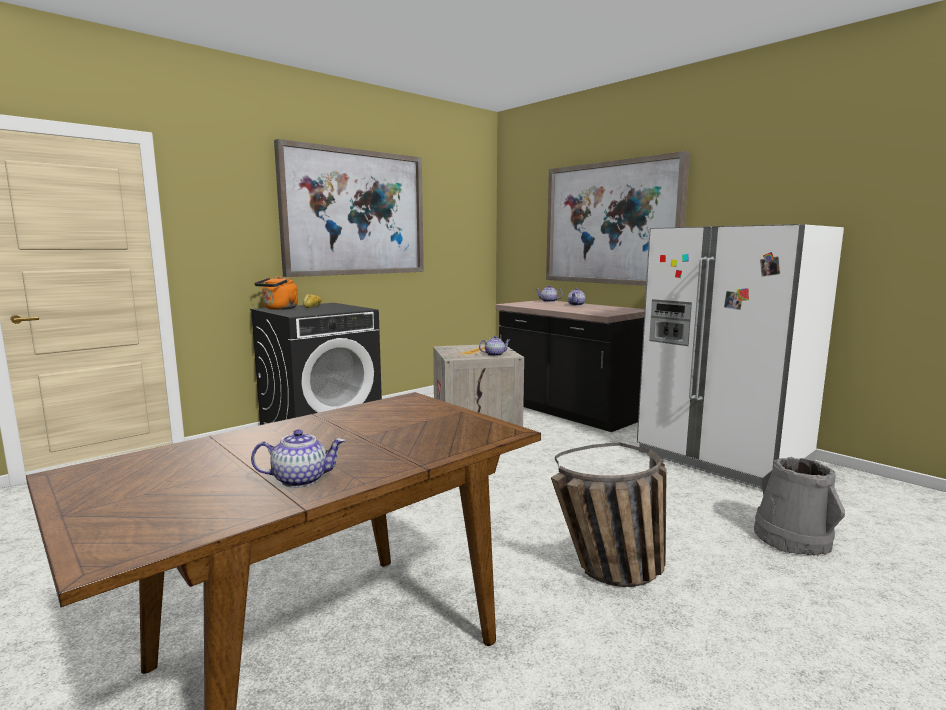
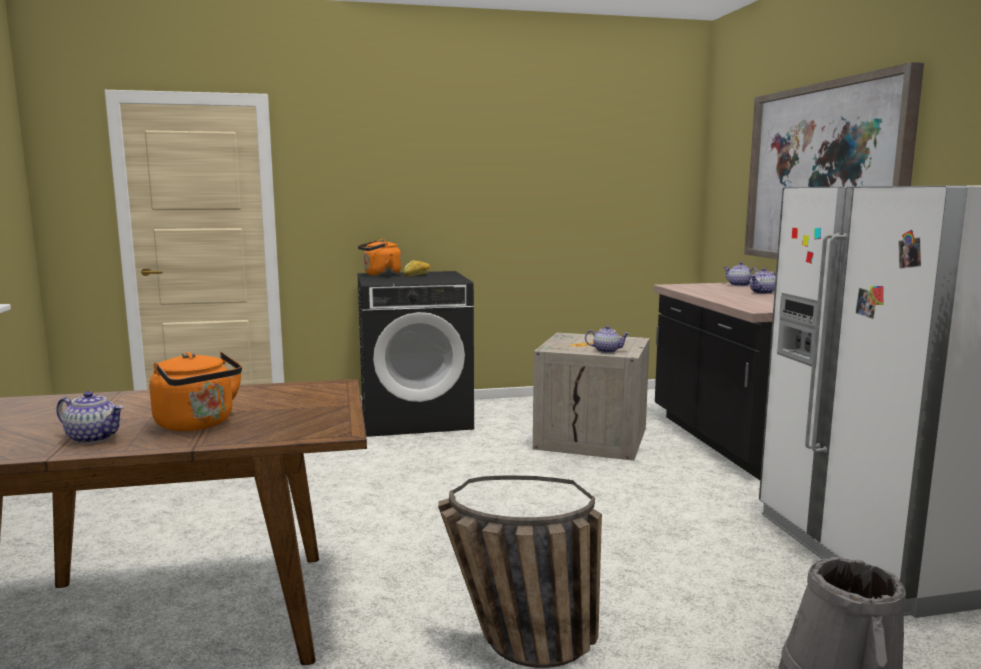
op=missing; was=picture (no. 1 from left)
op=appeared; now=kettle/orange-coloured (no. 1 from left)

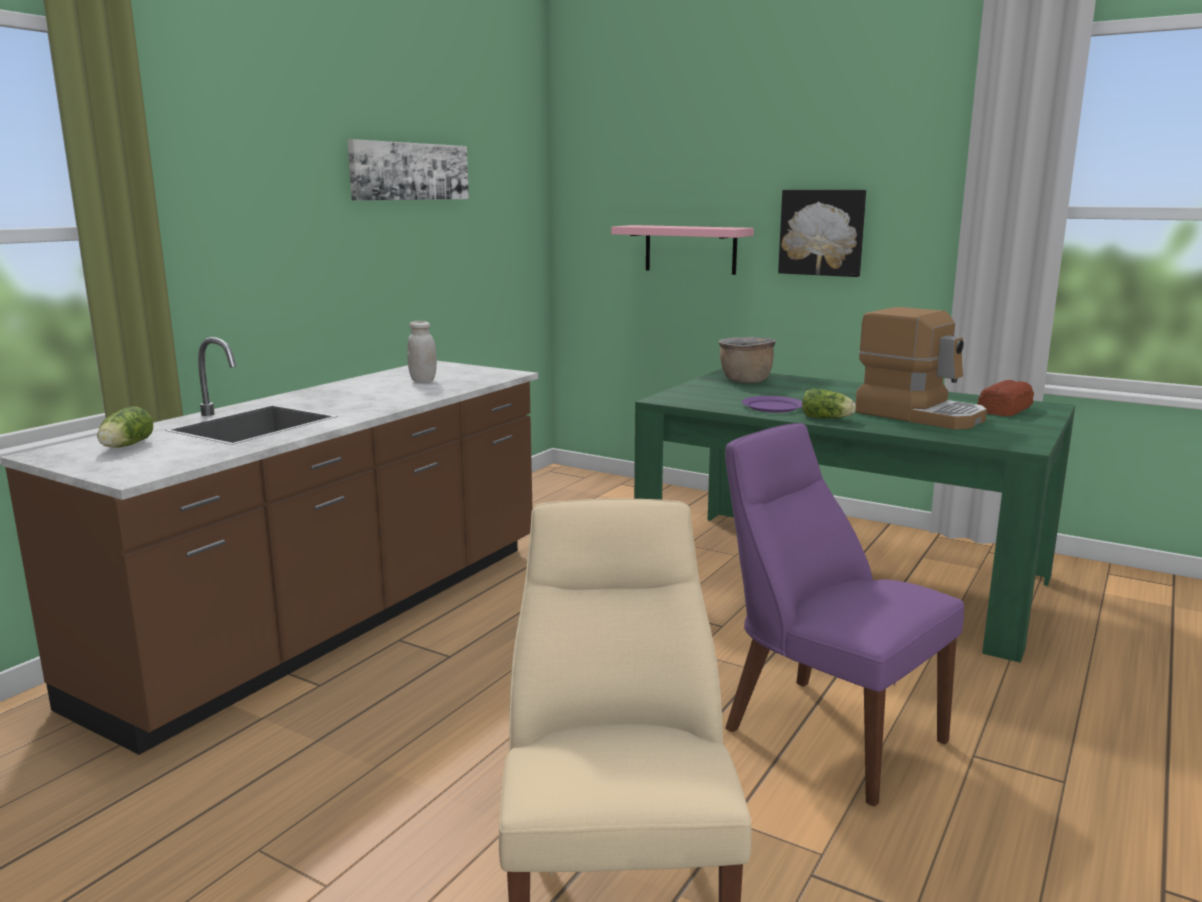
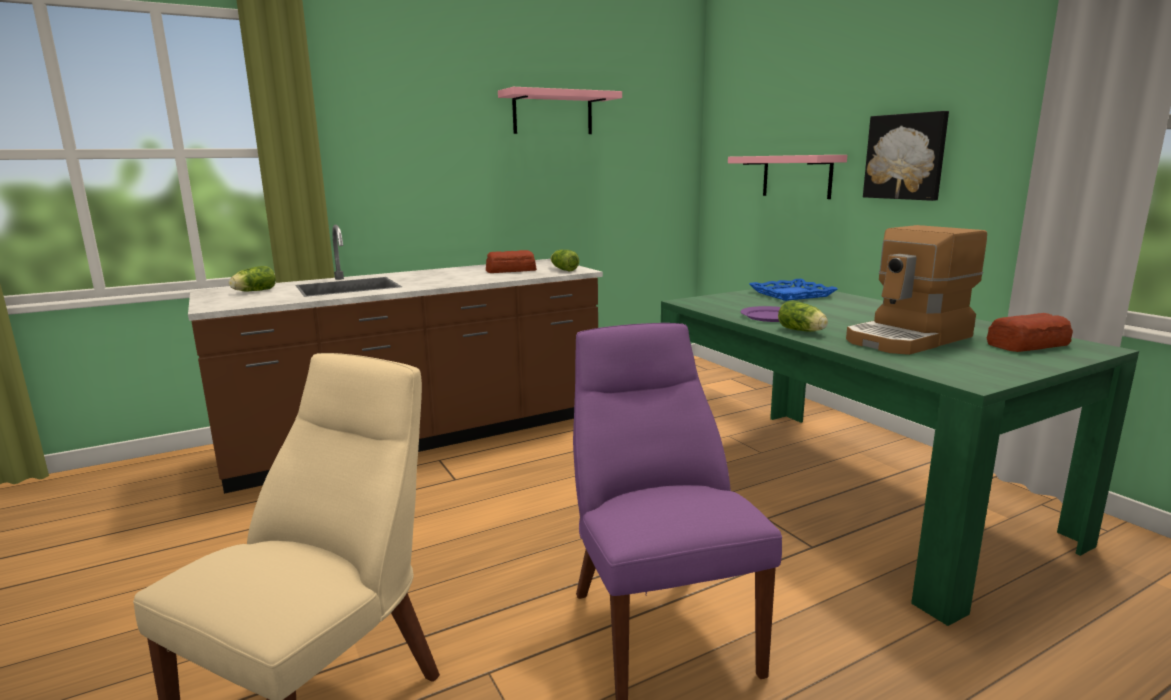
op=exchanged; was=picture (no. 1 from left); now=shelf/pinkish (no. 1 from left)
op=spun; was=coffee machine; clockwise=75
op=exchanged; was=storage jar/white; now=baked bread (no. 1 from left)
op=exchanged; was=cooking pot/brownish; now=serving tray/bluish
op=appeared; now=head of lettuce (no. 2 from left)

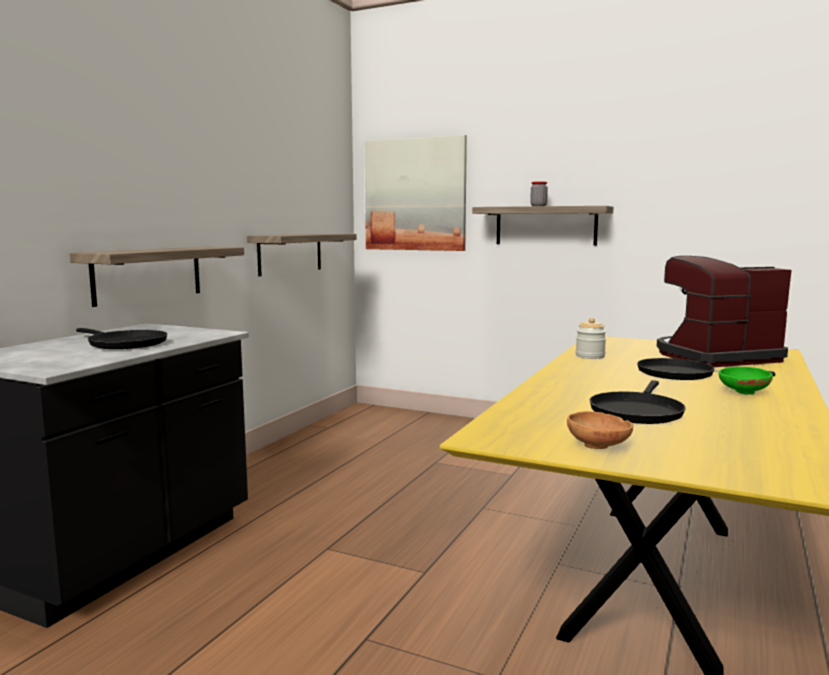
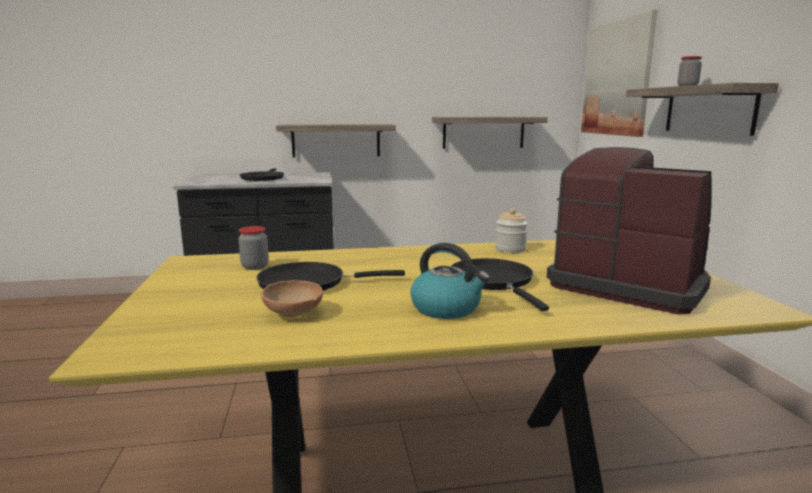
op=exchanged; was=deep dish/green-coloured; now=kettle
op=relocated; was=deep dish/brownish
op=appeared; now=storage jar (no. 1 from left)

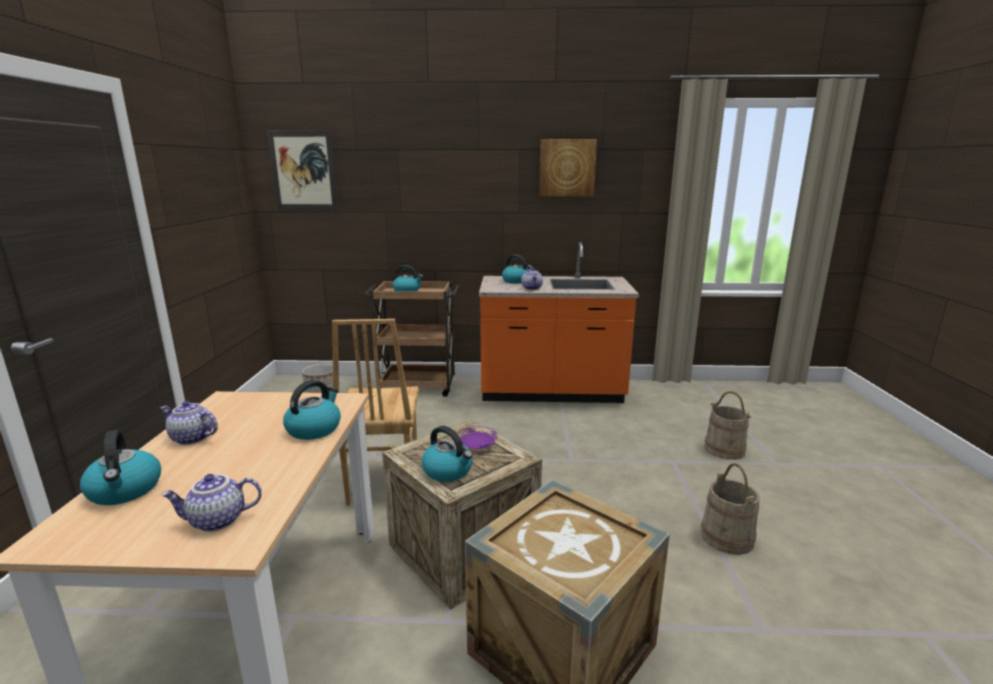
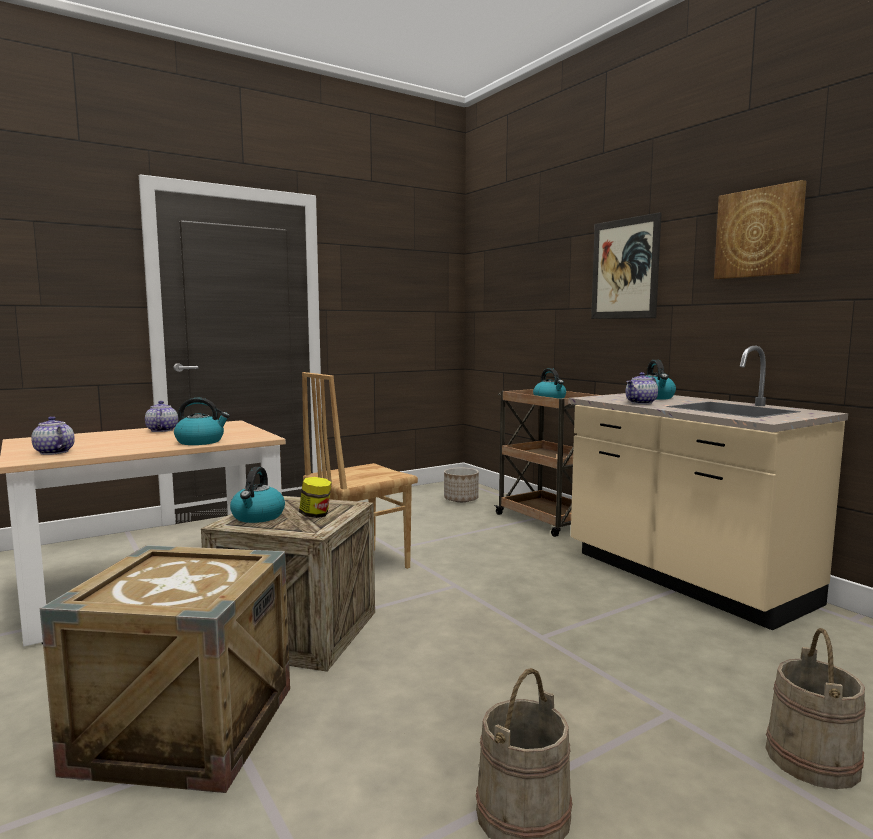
op=relocated; was=picture (no. 1 from left)
op=colour; was=kitchen base unit/orange-coloured; now=kitchen base unit/sand-coloured
op=exchanged; was=flat dish/purple; now=storage jar
op=missing; was=kettle (no. 1 from left)

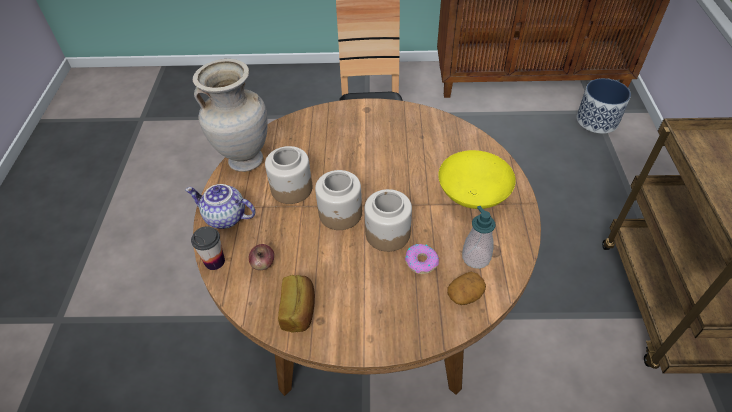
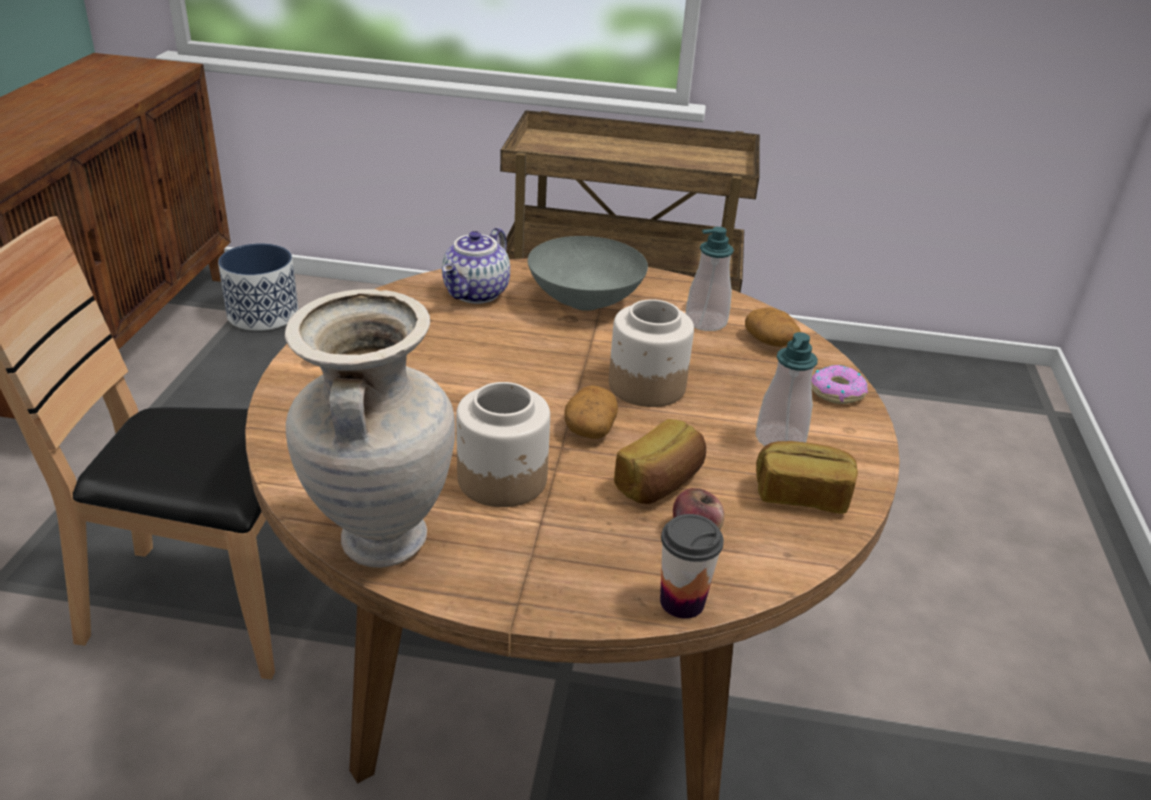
op=colour; was=deep dish/yellowish; now=deep dish/gray
op=exchanged; was=storage jar (no. 2 from left); now=whole potato (no. 1 from left)
op=relocated; was=teapot
op=relocated; was=ring doughnut
op=appeared; now=soap bottle (no. 2 from left)
op=appeared; now=baked bread (no. 1 from left)

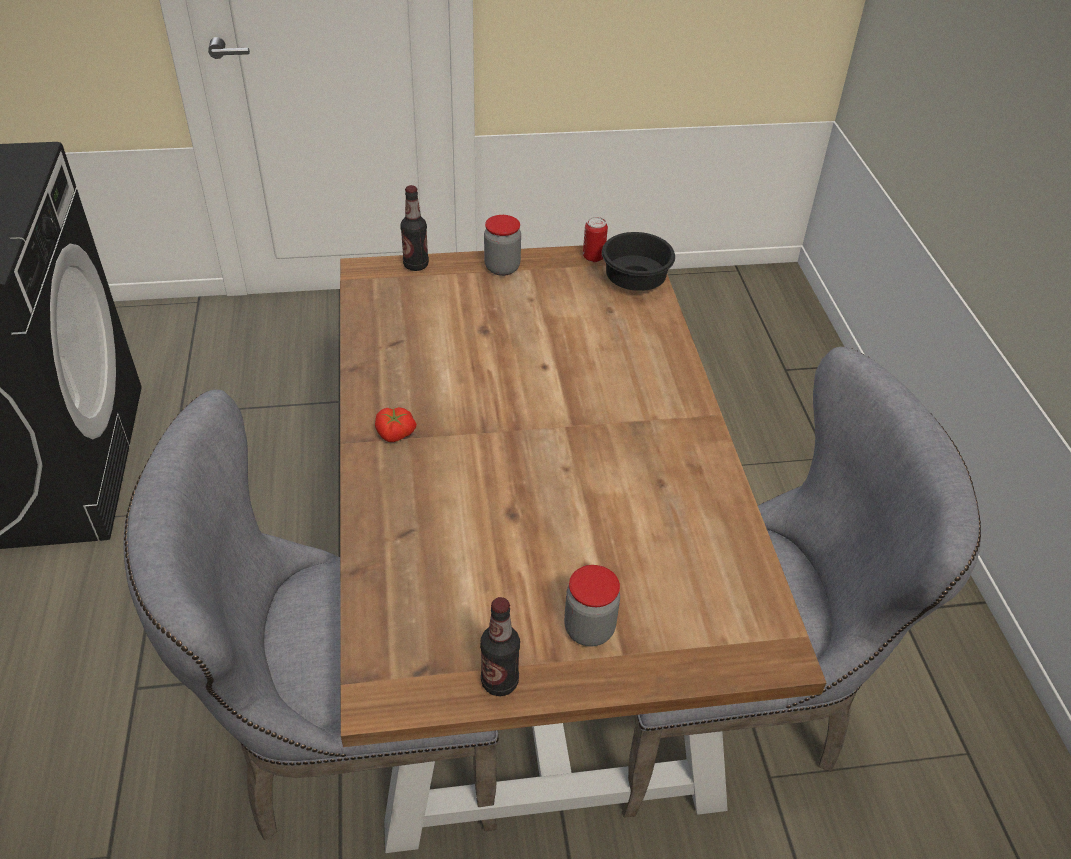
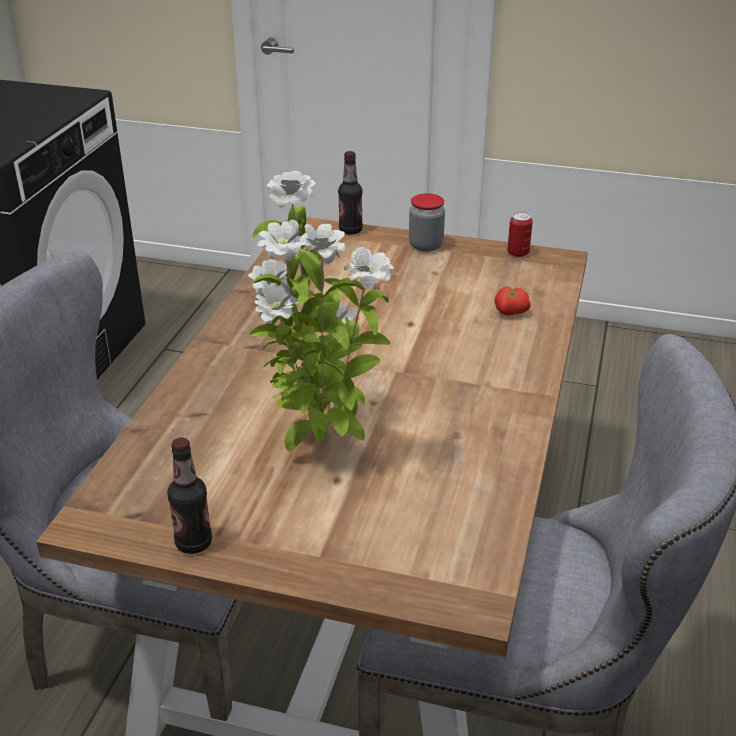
op=missing; was=deep dish/black
op=relocated; was=tomato
op=missing; was=storage jar (no. 2 from left)
op=appeared; now=plant in a pot

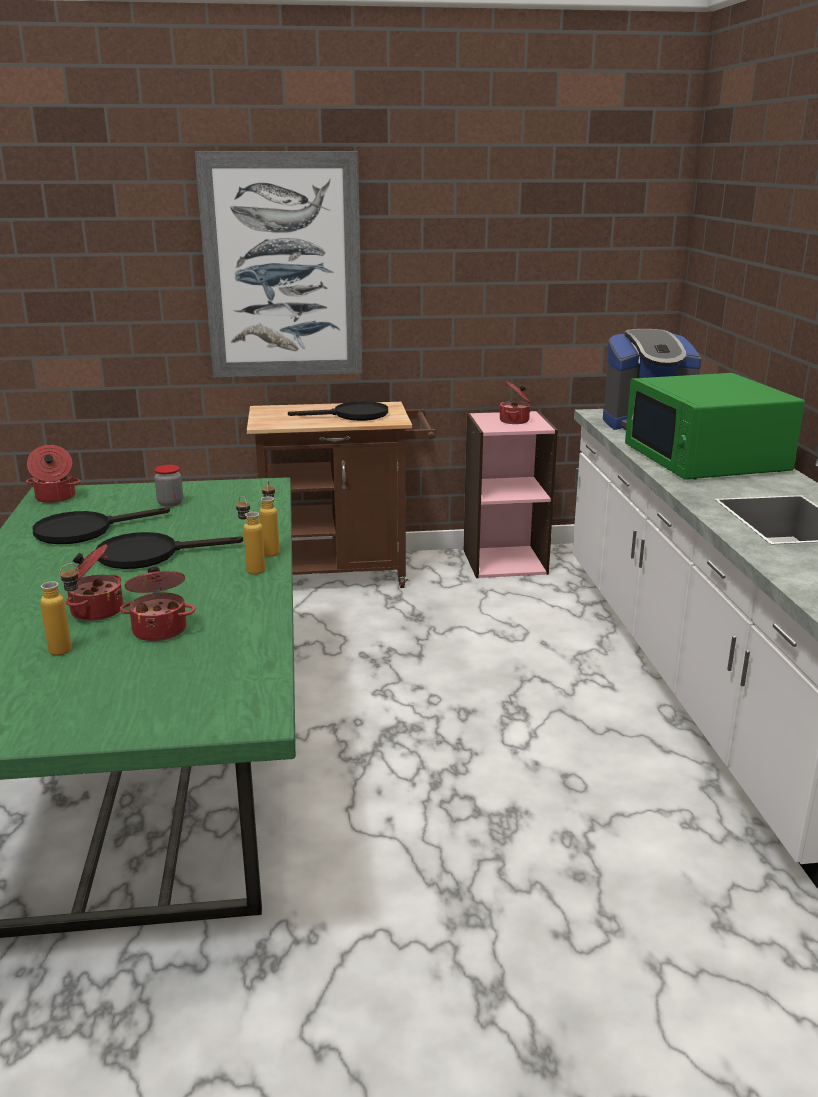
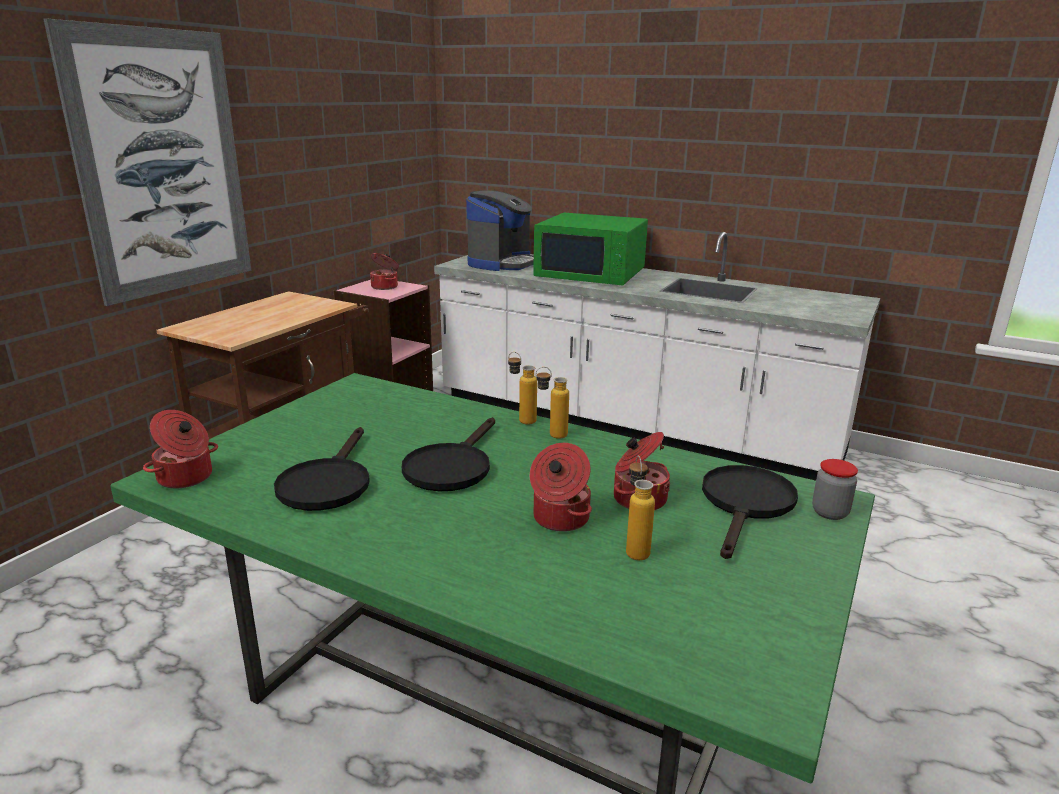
op=relocated; was=pan/black (no. 3 from left)
op=relocated; was=storage jar

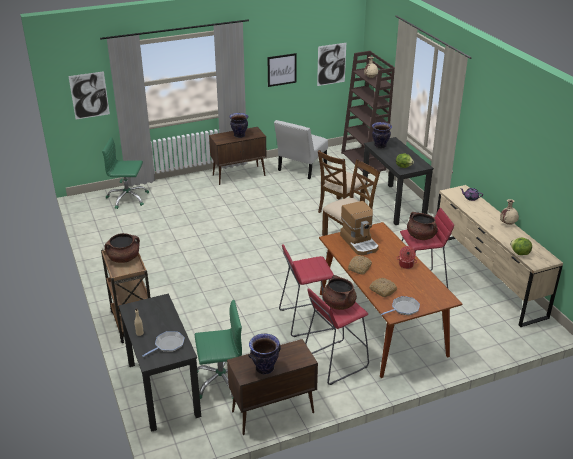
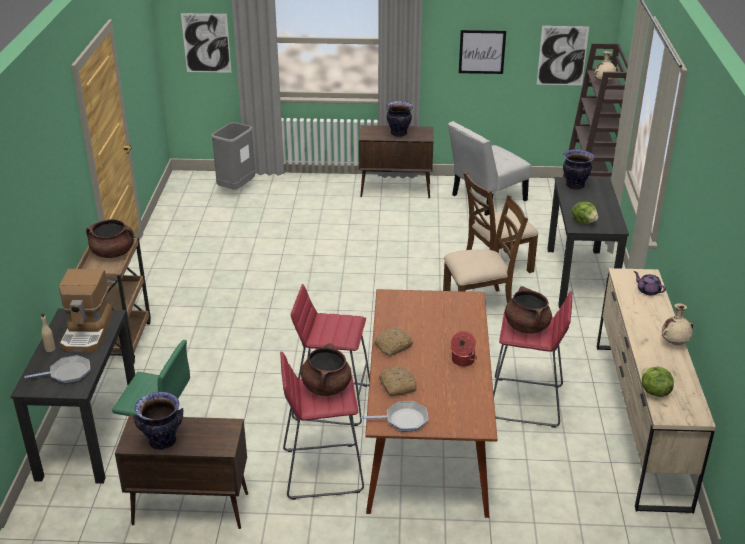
op=exchanged; was=computer chair/green-coloured (no. 1 from left); now=waste bin/gray
op=relocated; was=coffee machine

